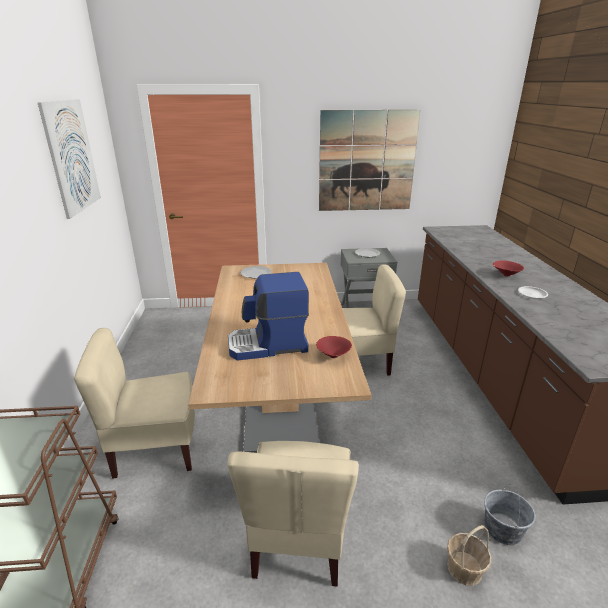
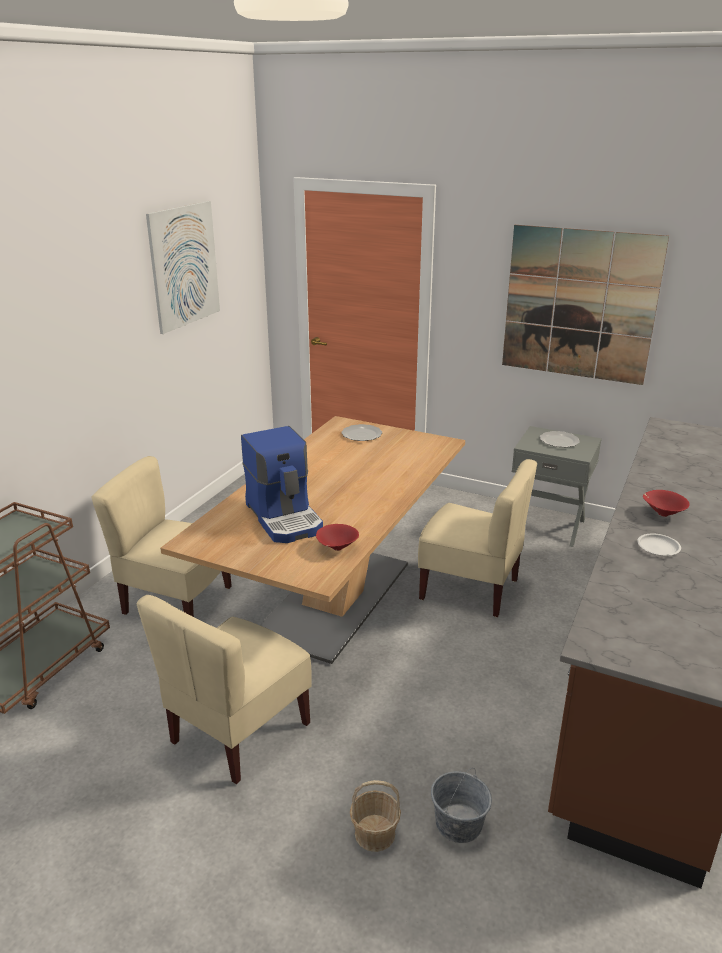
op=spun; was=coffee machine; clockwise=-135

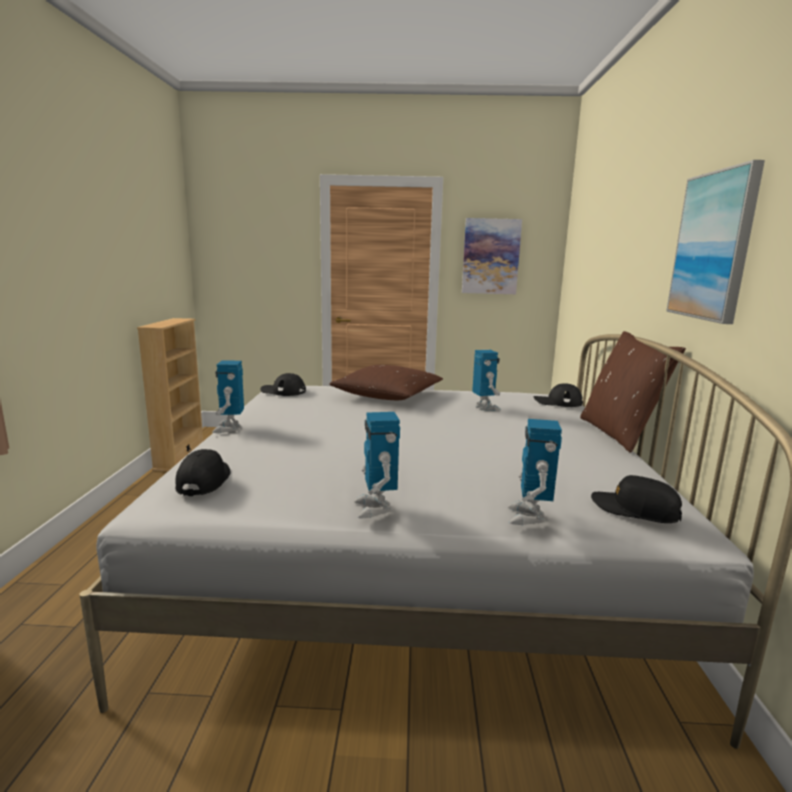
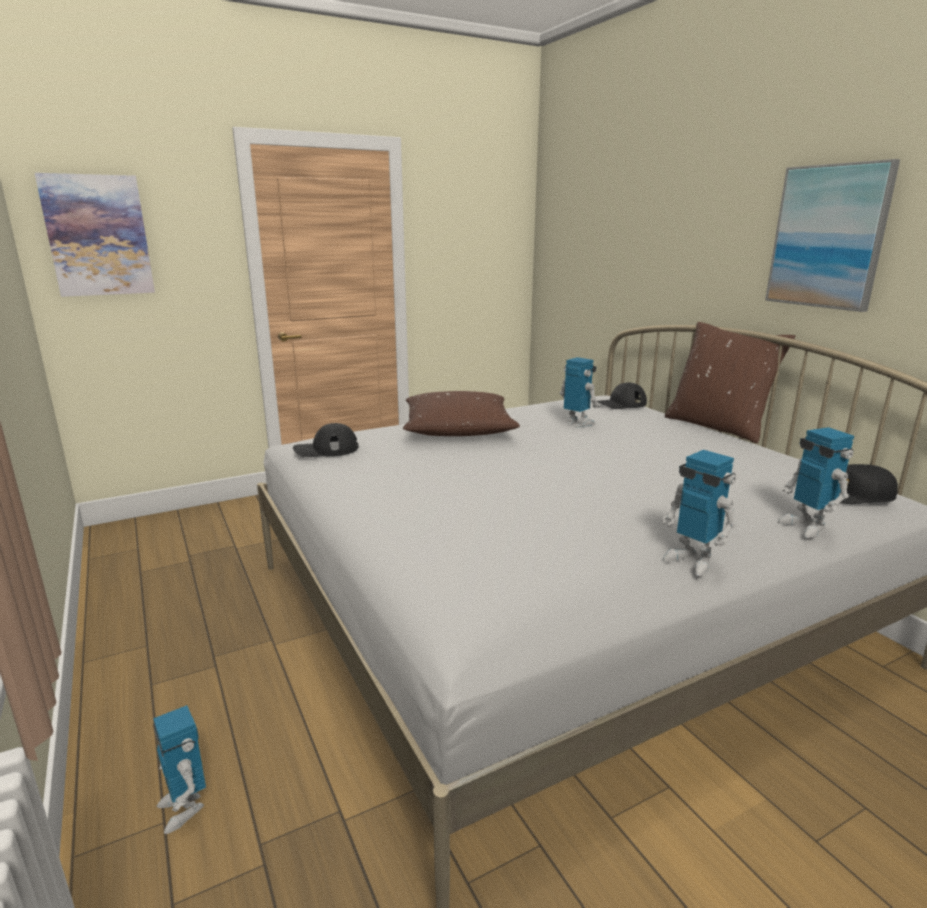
op=relocated; was=picture (no. 1 from left)
op=missing; was=bookshelf/sand-coloured
op=relocated; was=robot figure (no. 1 from left)
op=missing; was=cap/black (no. 1 from left)

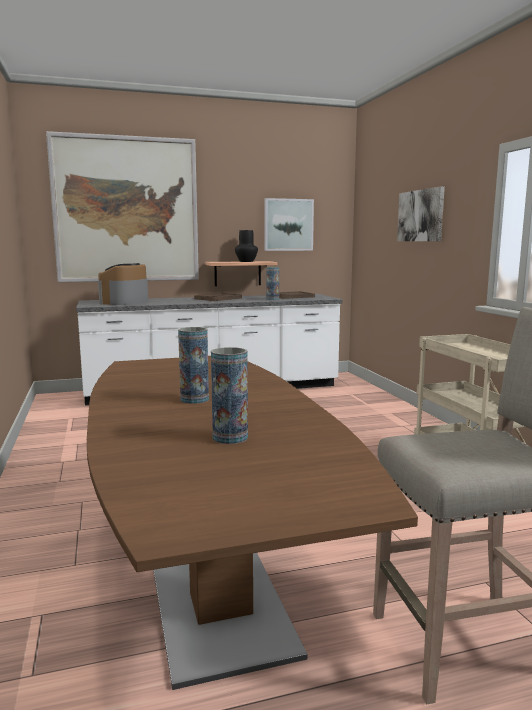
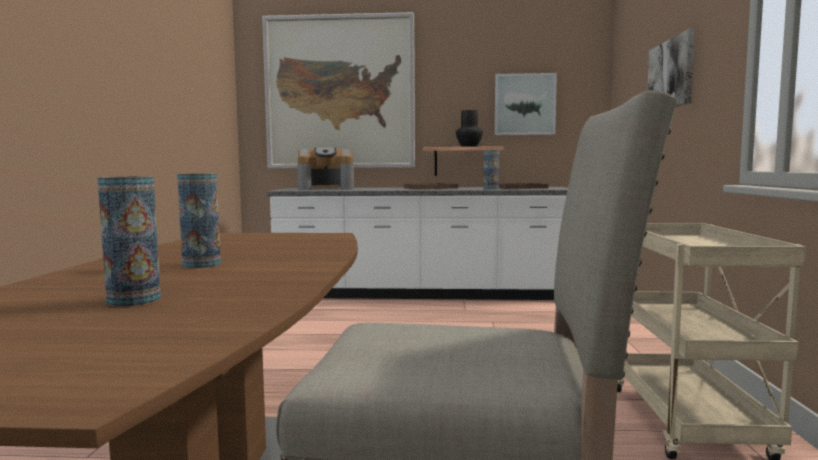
op=spun; was=coffee machine; clockwise=-135

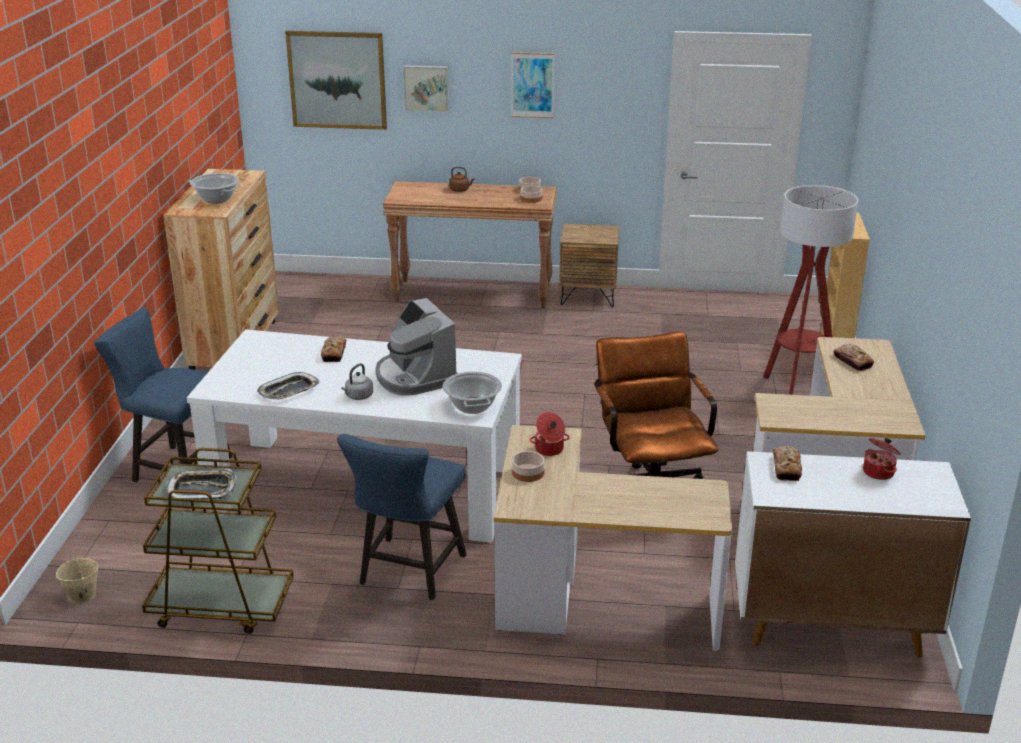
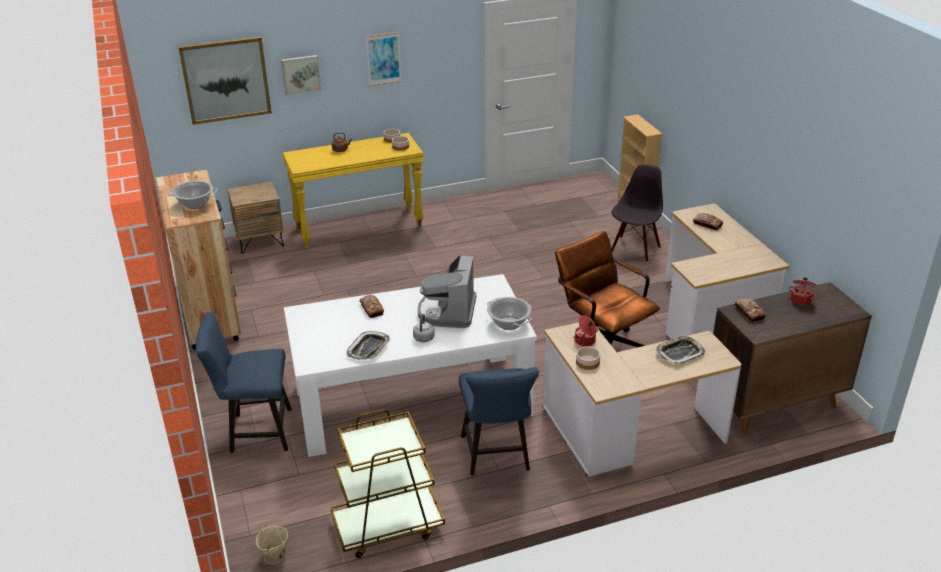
op=colour; was=hall table/brownish; now=hall table/yellowish
op=exchanged; was=floor lamp; now=chair/black
op=relocated; was=night table/brownish
op=spun; was=coffee machine; clockwise=60
op=colour; was=cabinet/white; now=cabinet/brownish
op=relocated; was=serving tray (no. 1 from left in the first image); now=serving tray (no. 2 from left)

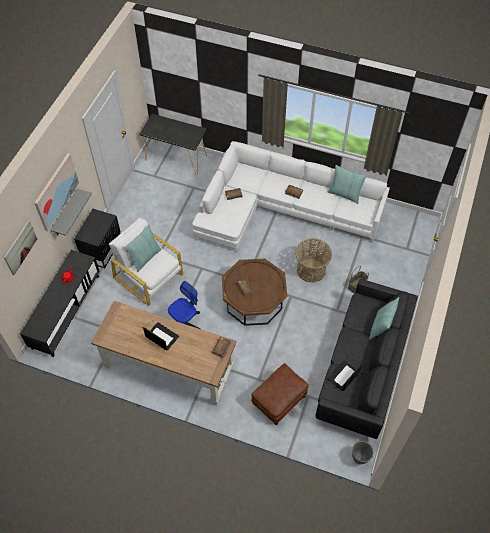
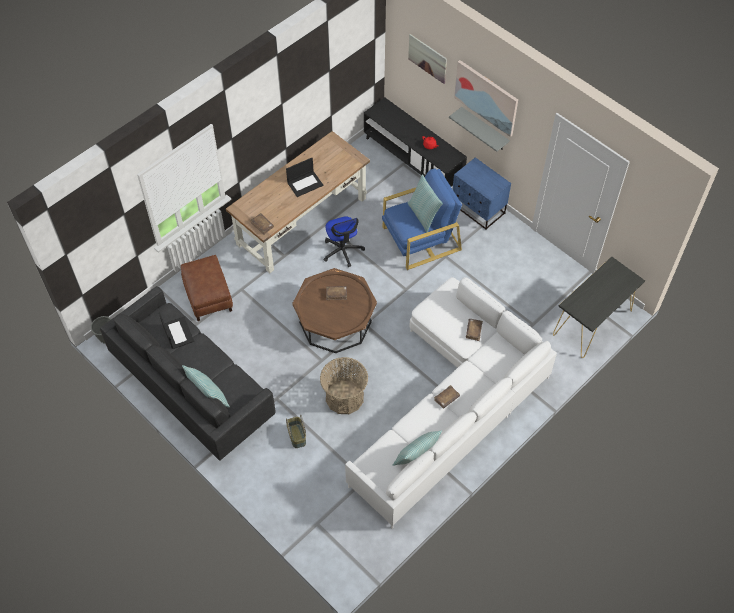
op=colour; was=night table/black; now=night table/bluish
op=colour; was=easy chair/white; now=easy chair/bluish

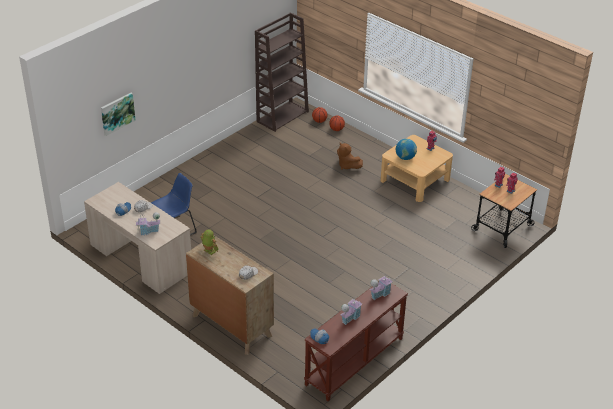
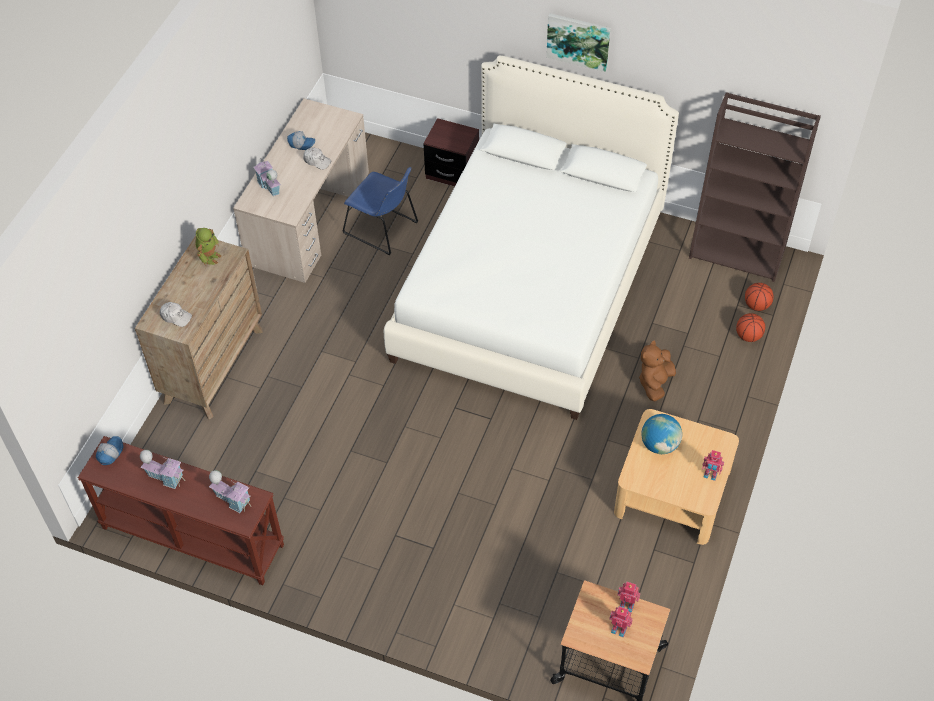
op=relocated; was=picture
op=appeared; now=bedroom bed/white
op=appeared; now=night table/brownish

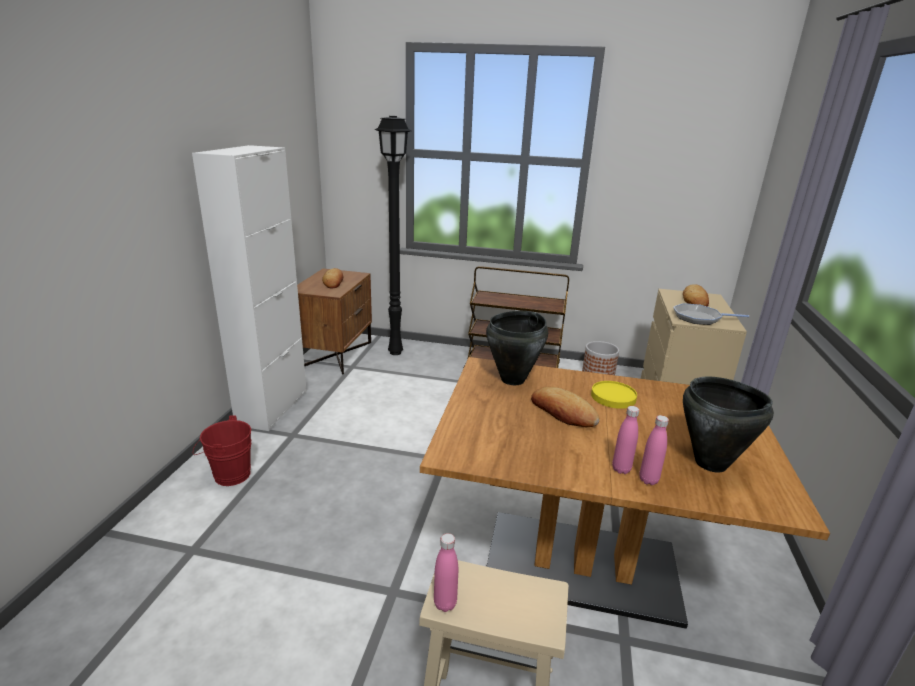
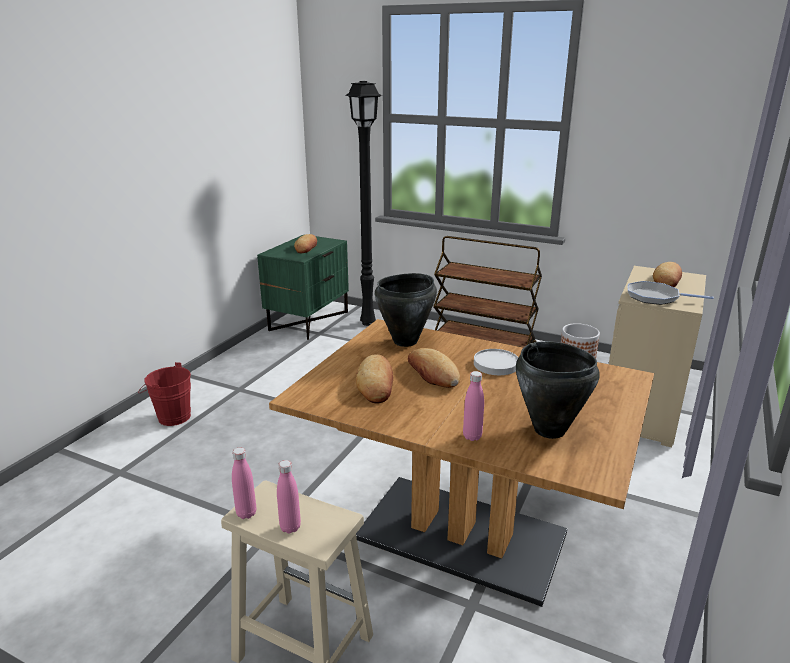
op=missing; was=cabinet/white
op=colour; was=night table/brownish; now=night table/green-coloured
op=colour; was=flat dish/yellowish; now=flat dish/white
op=relocated; was=bottle/pinkish (no. 2 from left)
op=appeared; now=baked bread (no. 2 from left)

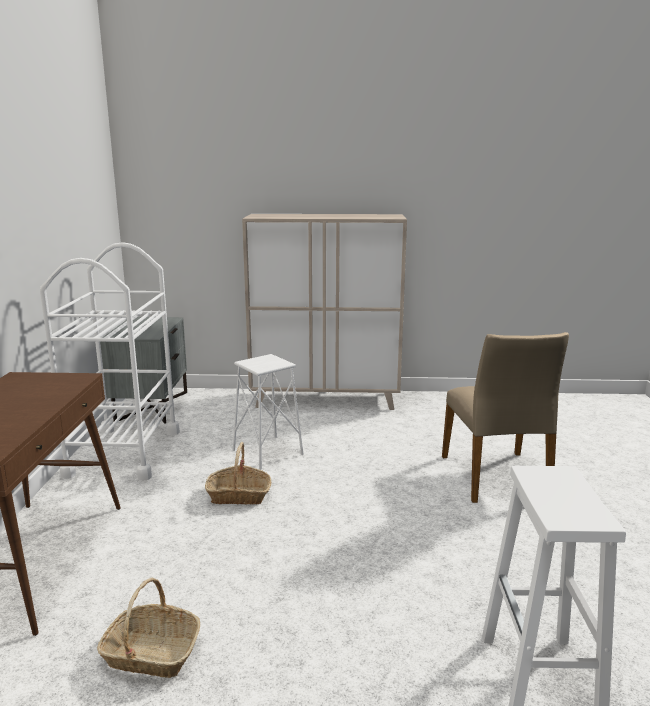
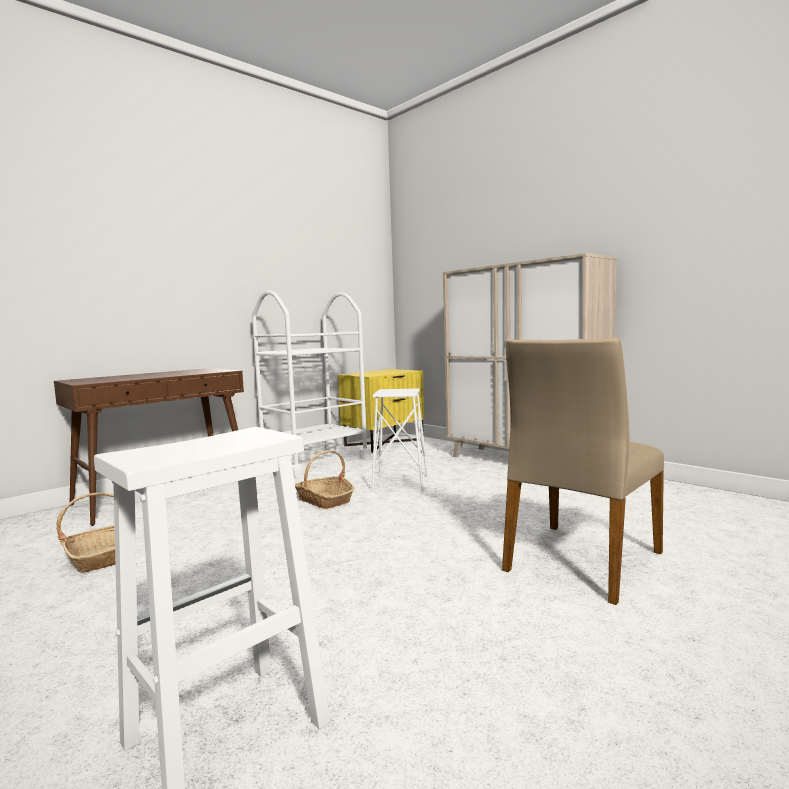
op=colour; was=night table/gray; now=night table/yellowish

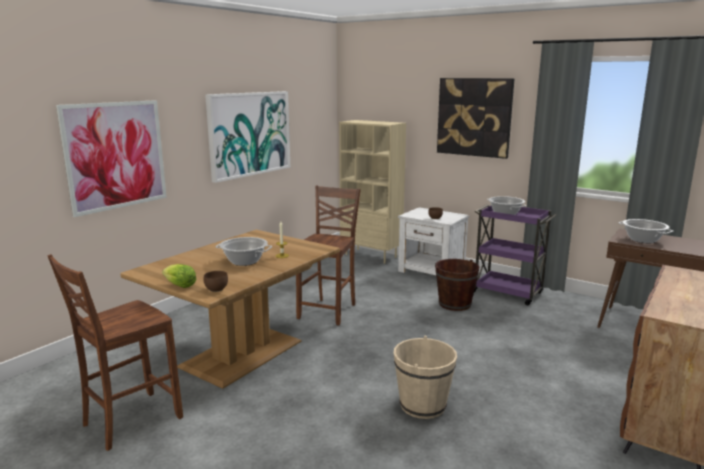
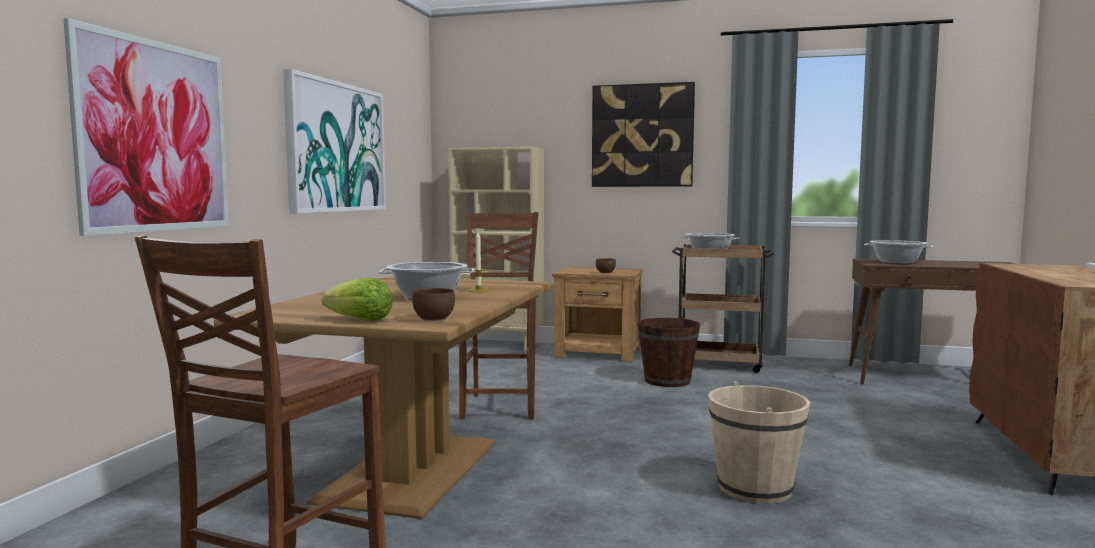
op=colour; was=trolley/purple; now=trolley/brownish
op=colour; was=night table/white; now=night table/brownish

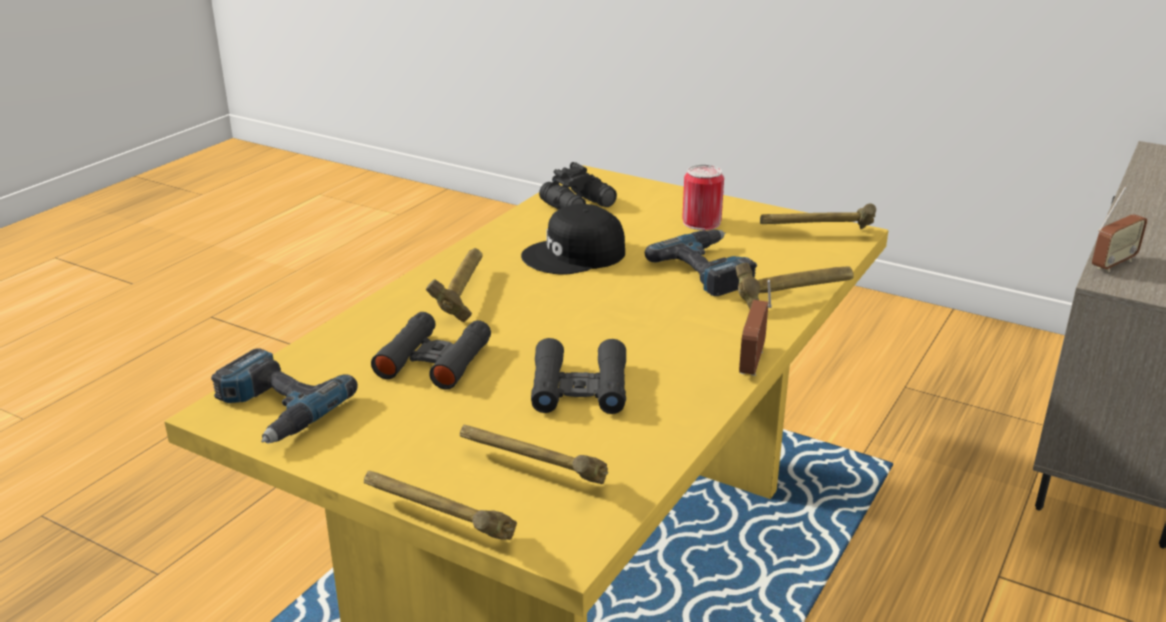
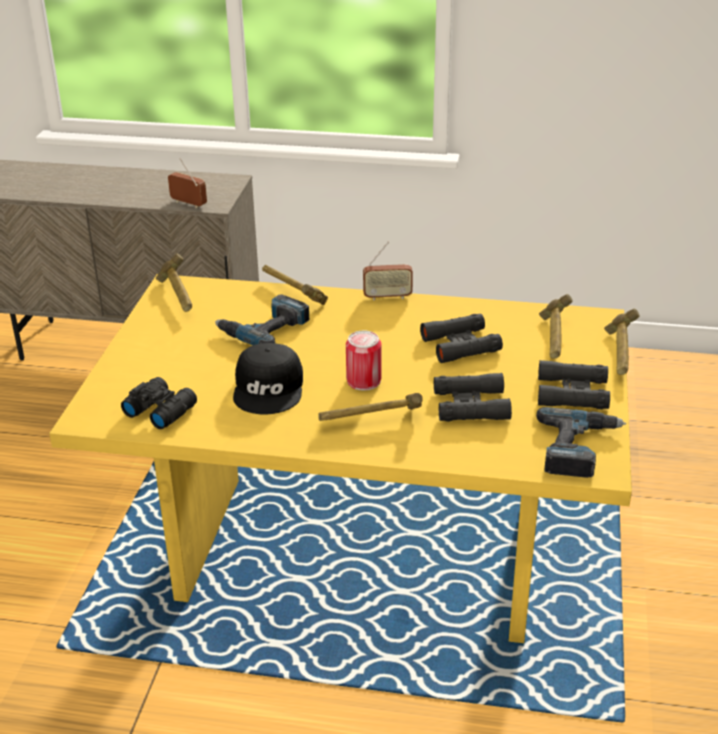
op=relocated; was=metal can
op=spun; was=cap/black; clockwise=45
op=appeared; now=binoculars/black (no. 4 from left)

